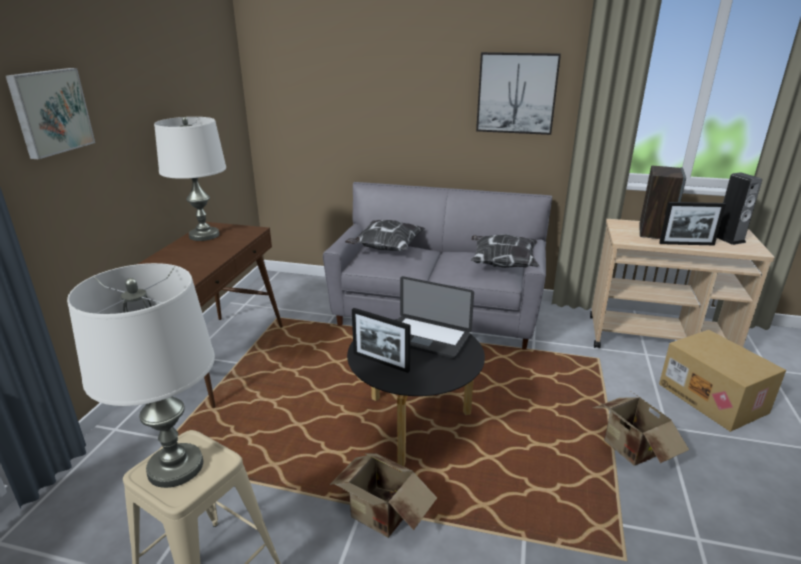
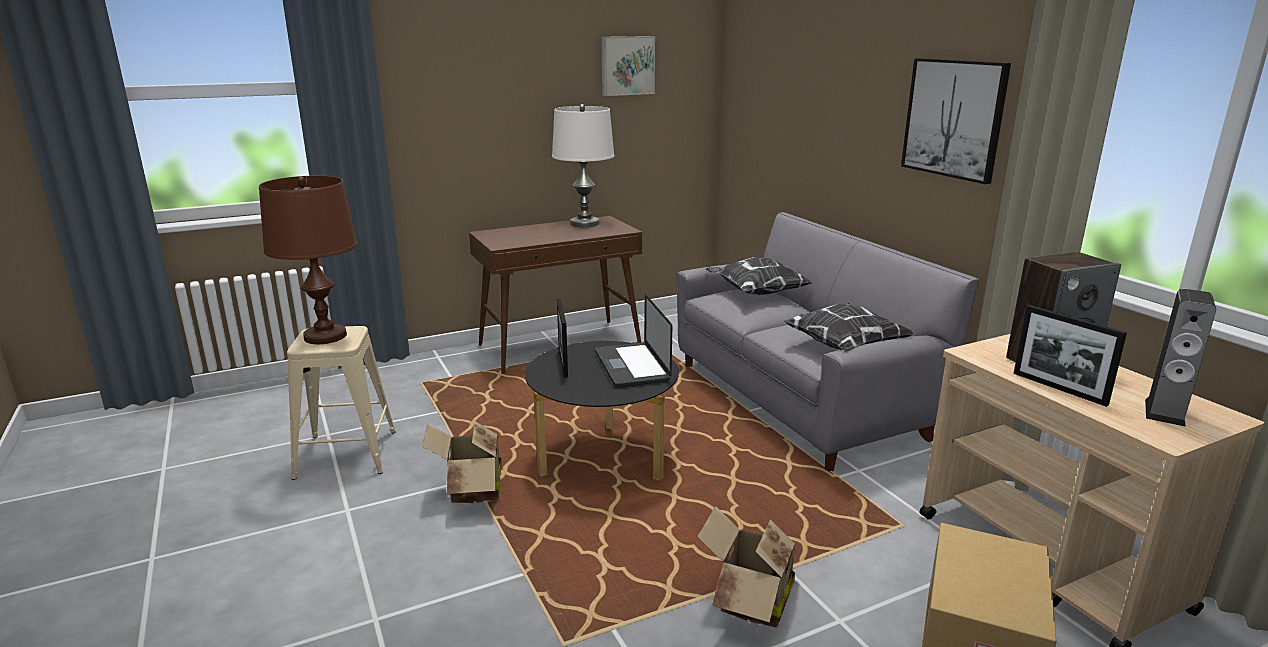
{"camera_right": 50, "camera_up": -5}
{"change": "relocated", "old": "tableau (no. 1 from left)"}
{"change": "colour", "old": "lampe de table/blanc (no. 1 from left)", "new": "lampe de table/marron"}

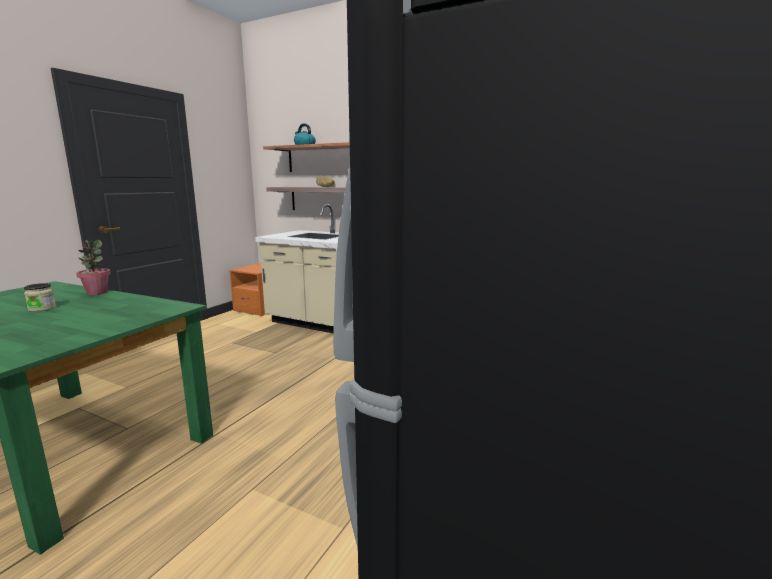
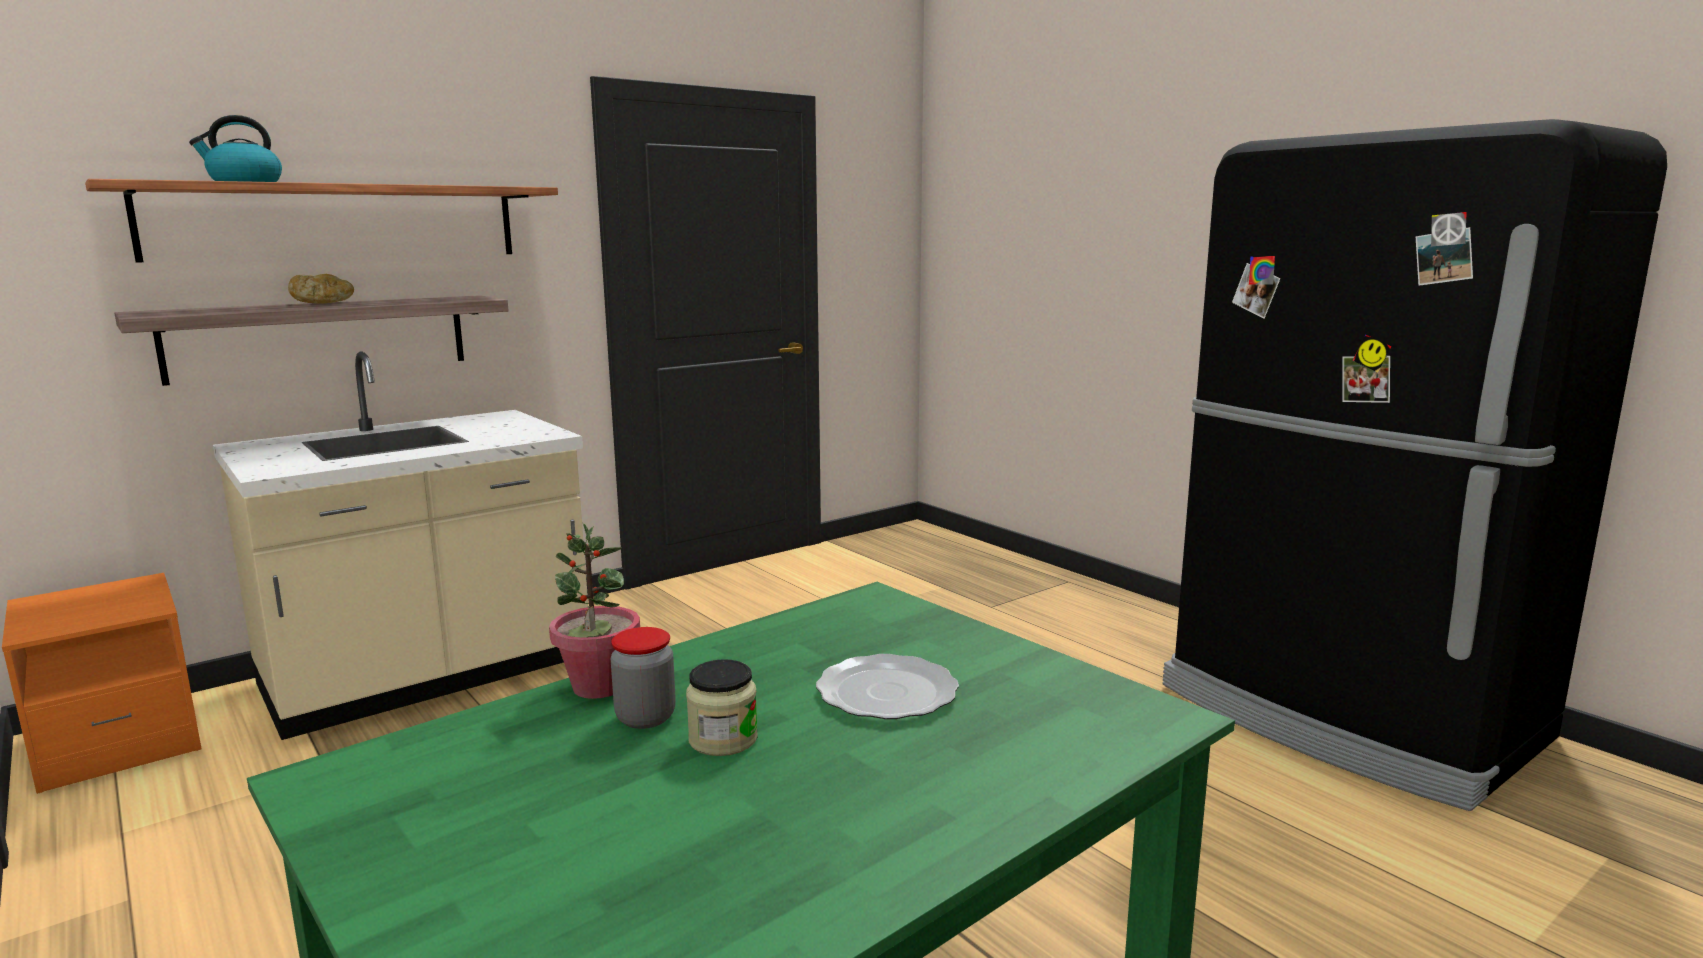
{"camera_right": -65, "camera_up": 0}
{"change": "appeared", "new": "bocal (no. 1 from left)"}
{"change": "appeared", "new": "assiette"}

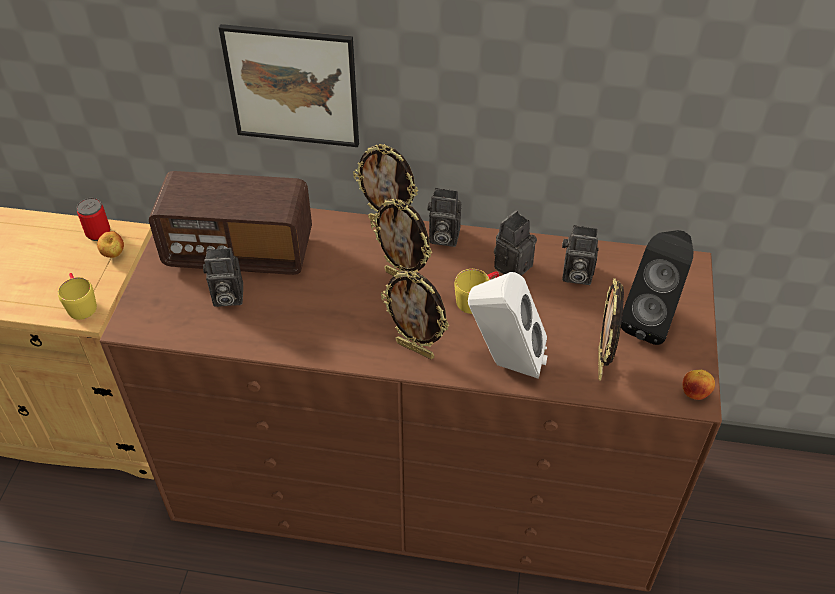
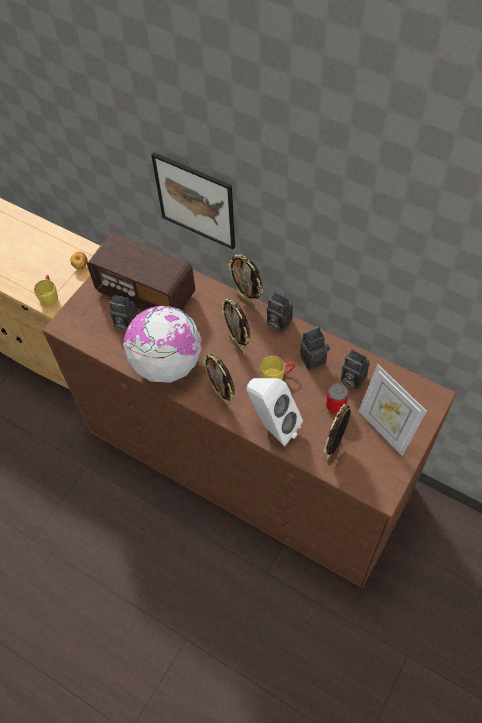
{"camera_right": 25, "camera_up": 10}
{"change": "relocated", "old": "boîte métallique"}
{"change": "exchanged", "old": "enceinte/noir", "new": "cadre photo (no. 5 from left)"}
{"change": "missing", "old": "pomme (no. 2 from left)"}
{"change": "appeared", "new": "globe"}

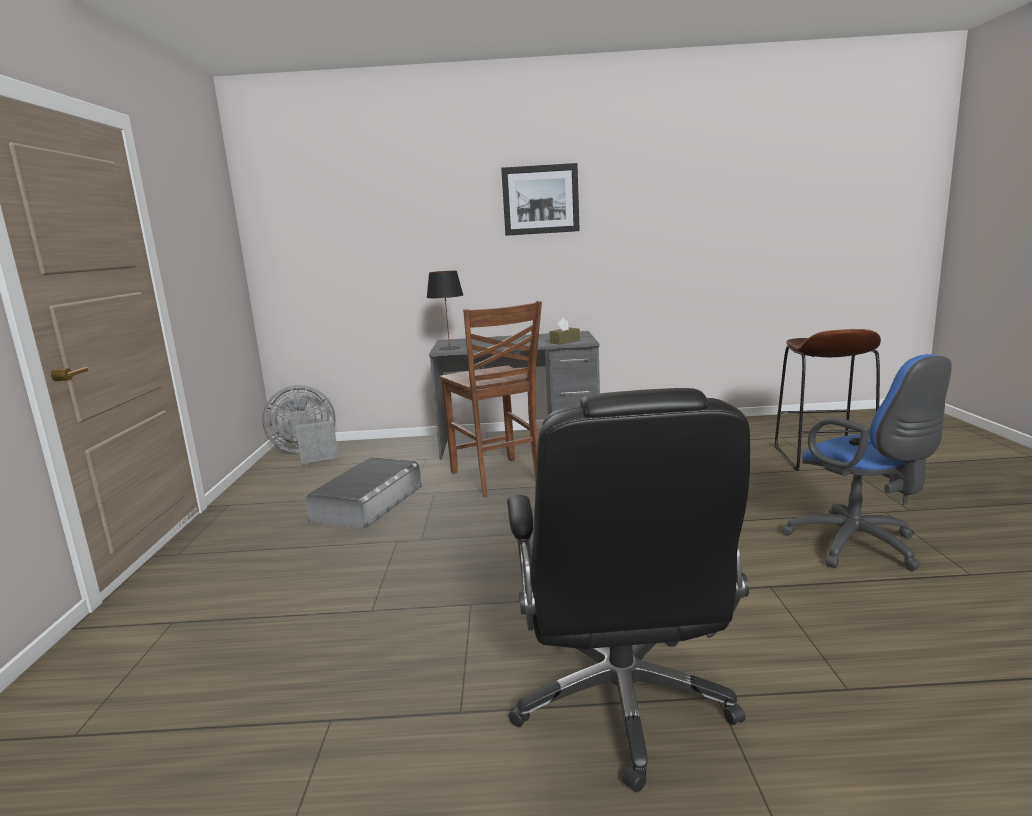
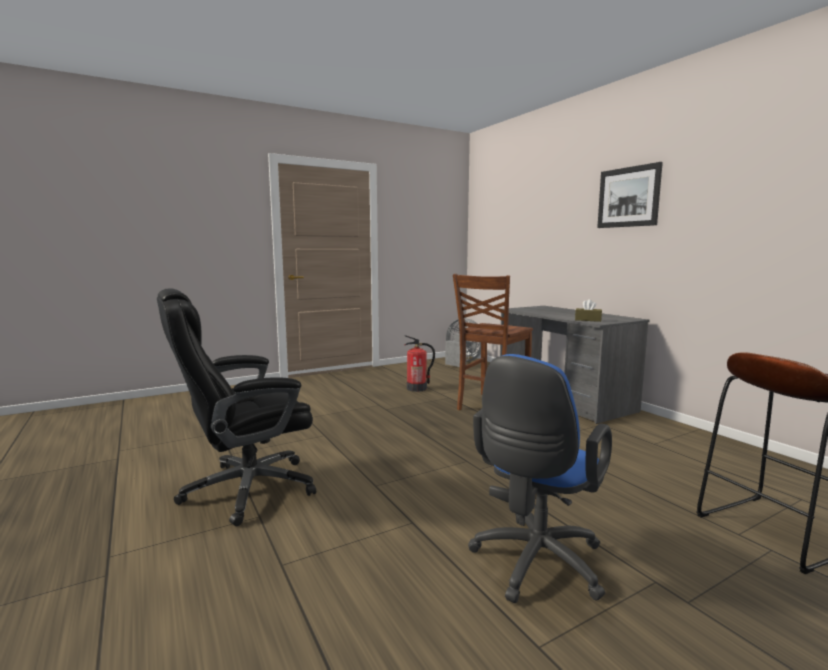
{"camera_right": 60, "camera_up": -5}
{"change": "missing", "old": "lampe de table/noir"}
{"change": "exchanged", "old": "boîte de rangement/gris", "new": "extincteur"}

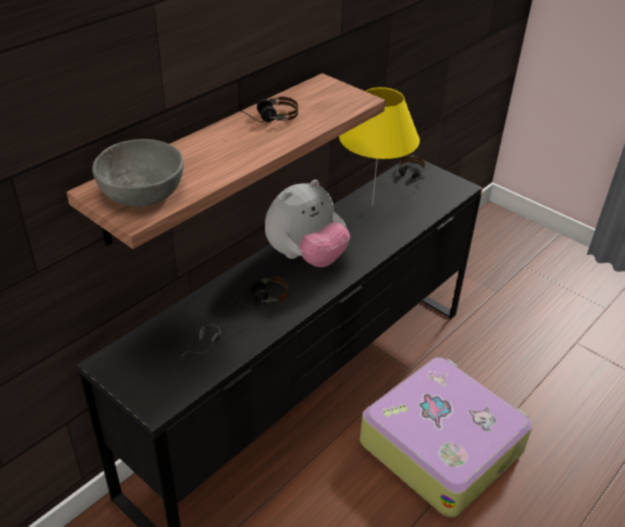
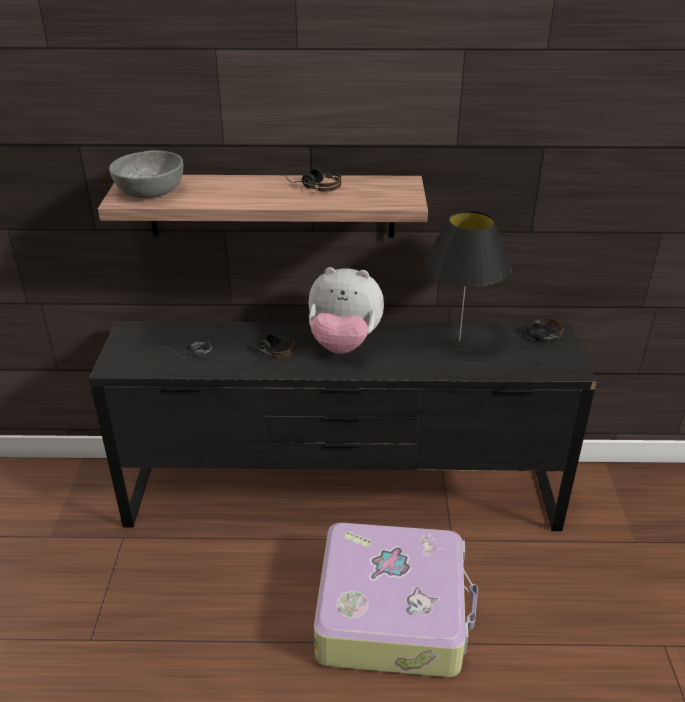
{"camera_right": 50, "camera_up": -5}
{"change": "colour", "old": "lampe de table/jaune", "new": "lampe de table/noir"}

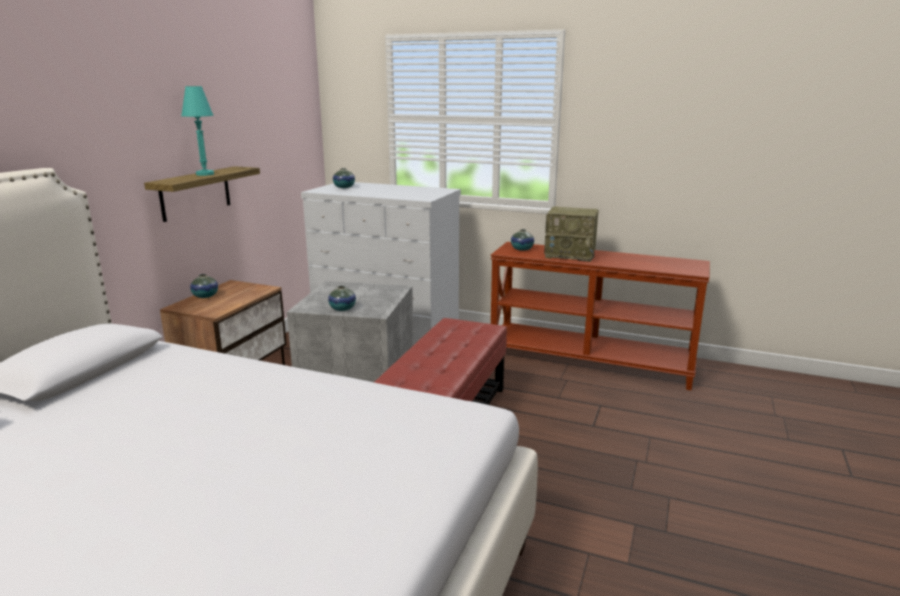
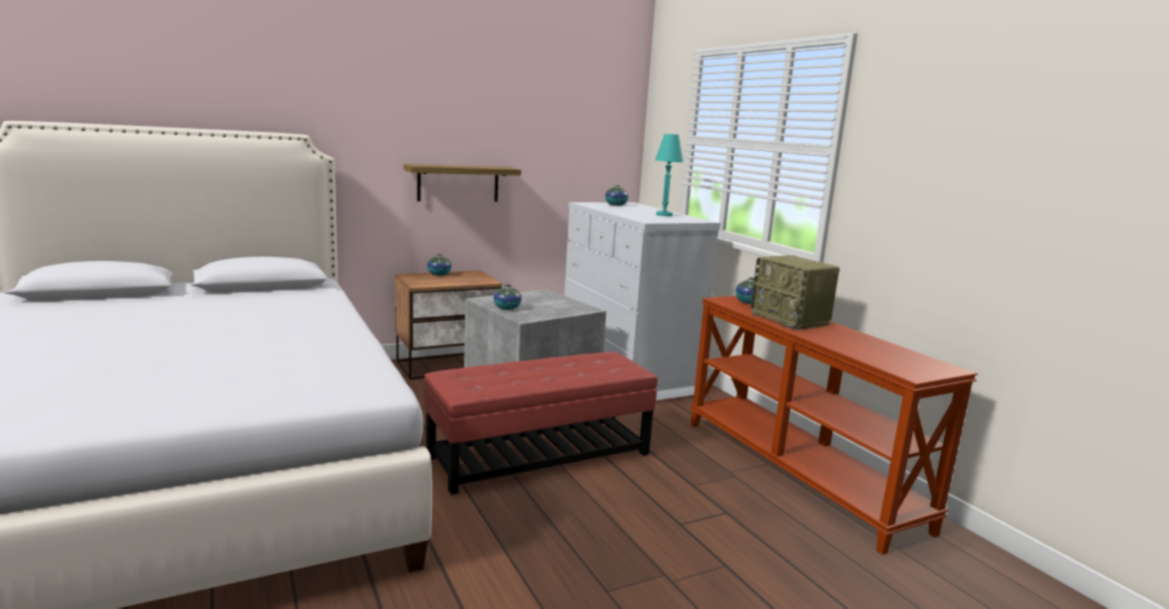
{"camera_right": 40, "camera_up": -5}
{"change": "relocated", "old": "lampe de table/turquoise"}

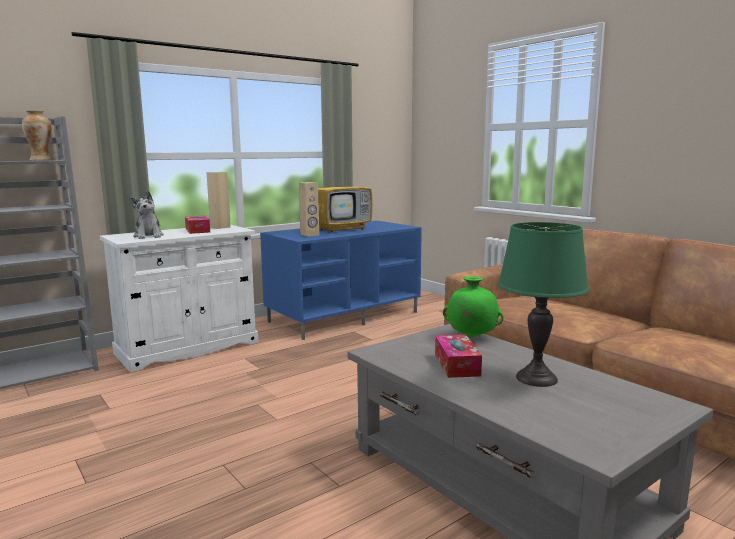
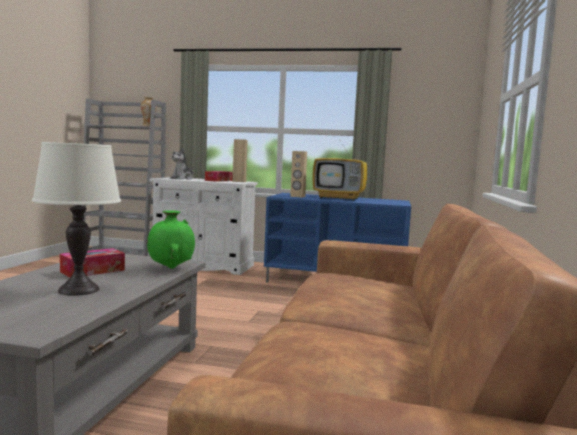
{"camera_right": 50, "camera_up": -5}
{"change": "colour", "old": "lampe de table/vert", "new": "lampe de table/blanc"}

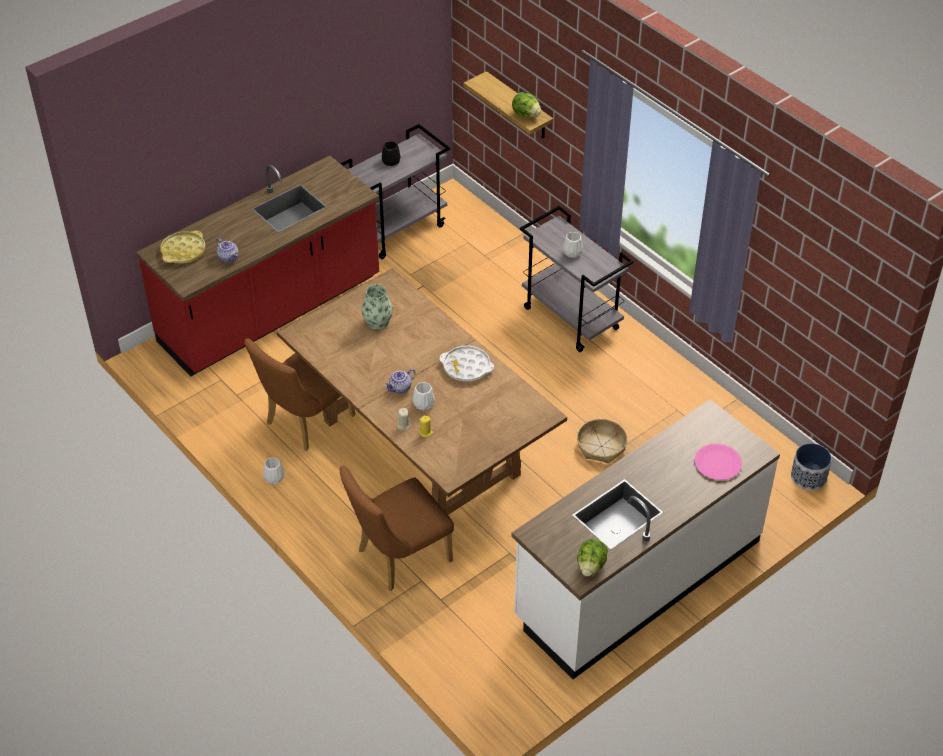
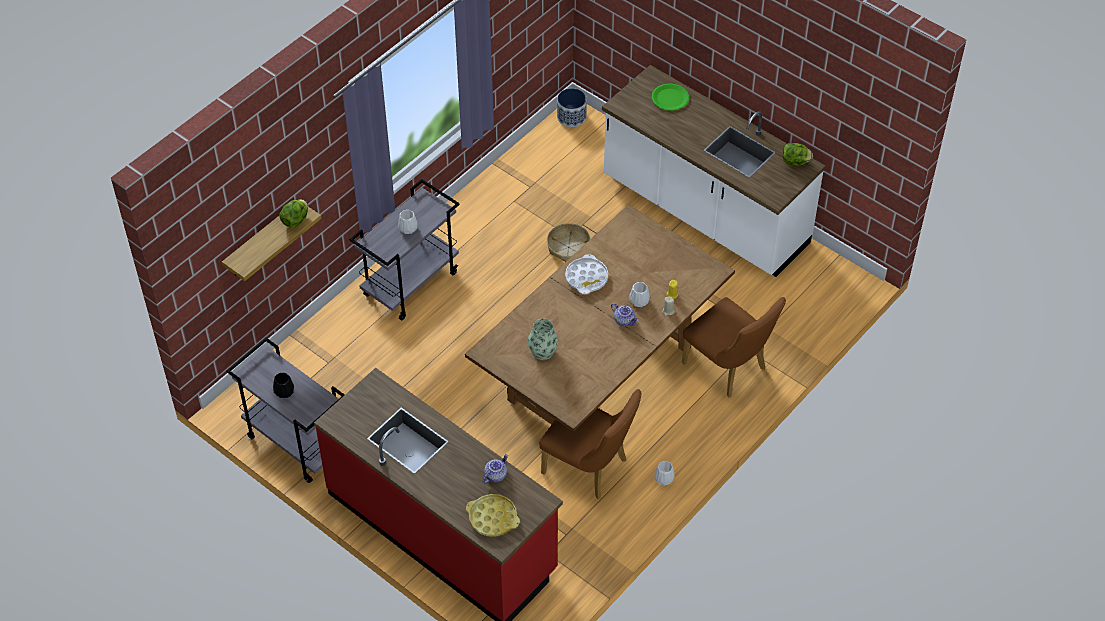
{"camera_right": -100, "camera_up": 5}
{"change": "colour", "old": "assiette/rose", "new": "assiette/vert"}

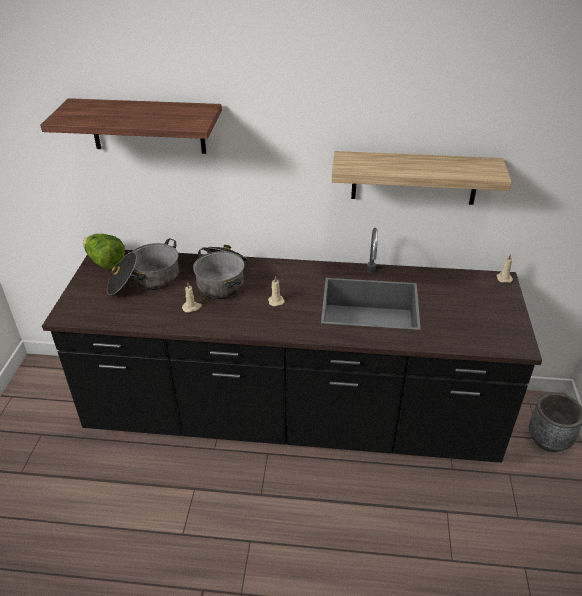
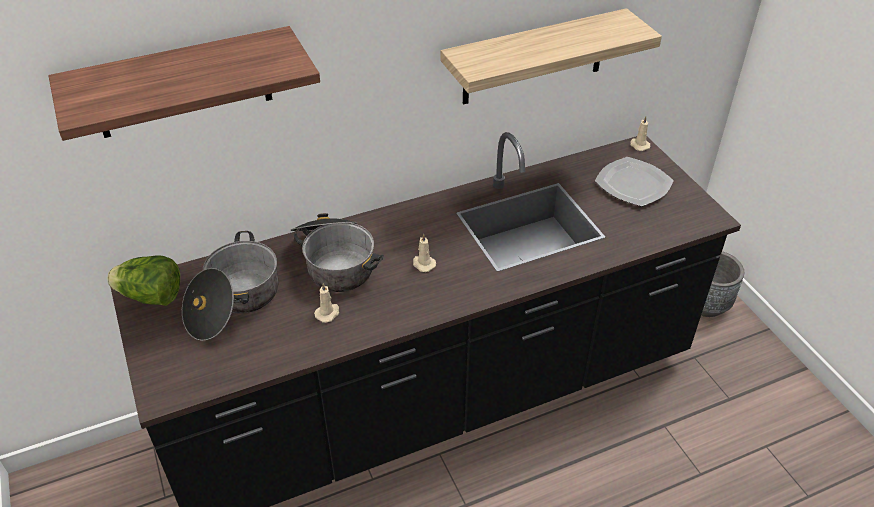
{"camera_right": -30, "camera_up": 5}
{"change": "appeared", "new": "assiette"}

